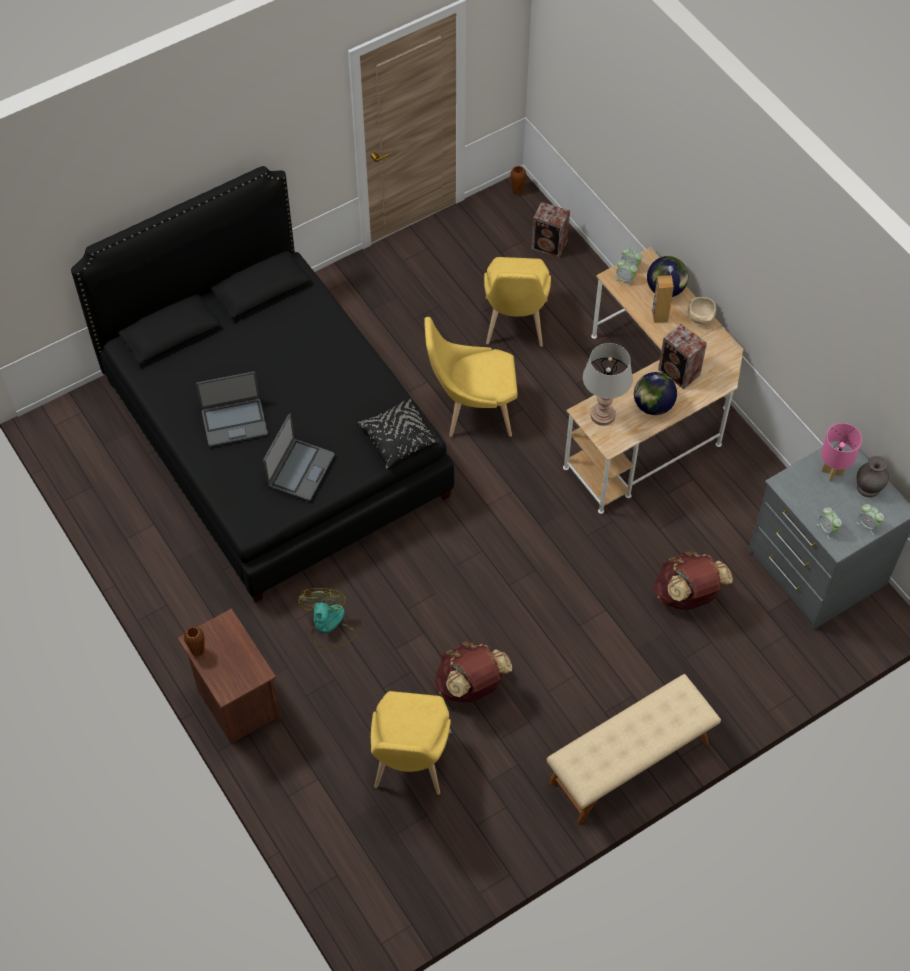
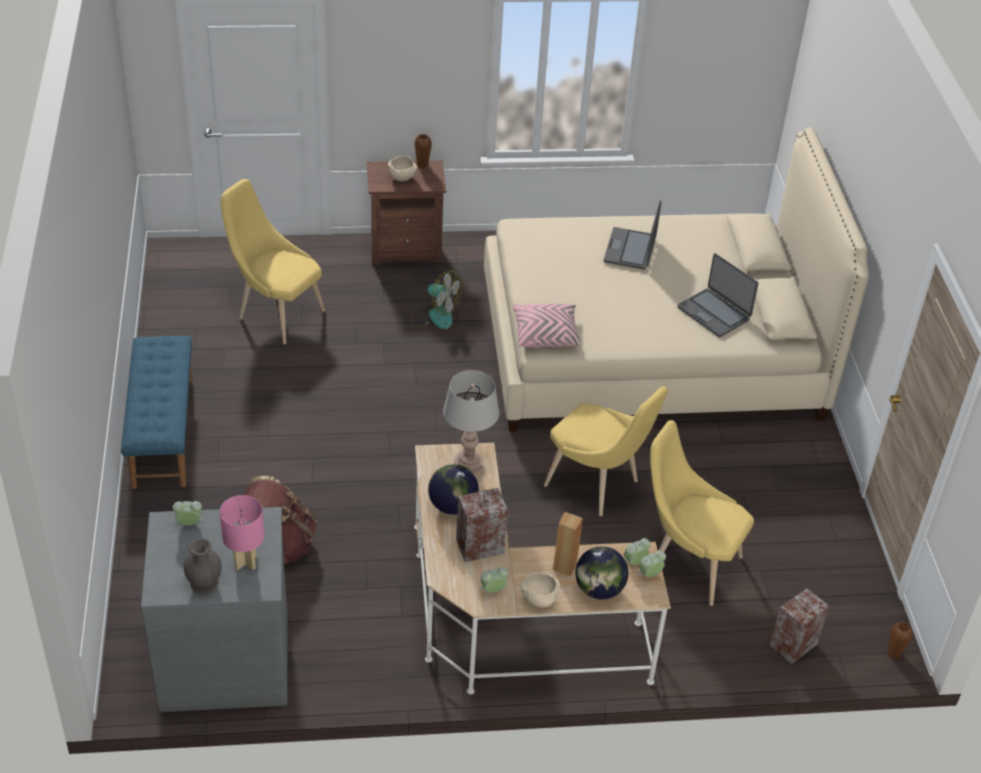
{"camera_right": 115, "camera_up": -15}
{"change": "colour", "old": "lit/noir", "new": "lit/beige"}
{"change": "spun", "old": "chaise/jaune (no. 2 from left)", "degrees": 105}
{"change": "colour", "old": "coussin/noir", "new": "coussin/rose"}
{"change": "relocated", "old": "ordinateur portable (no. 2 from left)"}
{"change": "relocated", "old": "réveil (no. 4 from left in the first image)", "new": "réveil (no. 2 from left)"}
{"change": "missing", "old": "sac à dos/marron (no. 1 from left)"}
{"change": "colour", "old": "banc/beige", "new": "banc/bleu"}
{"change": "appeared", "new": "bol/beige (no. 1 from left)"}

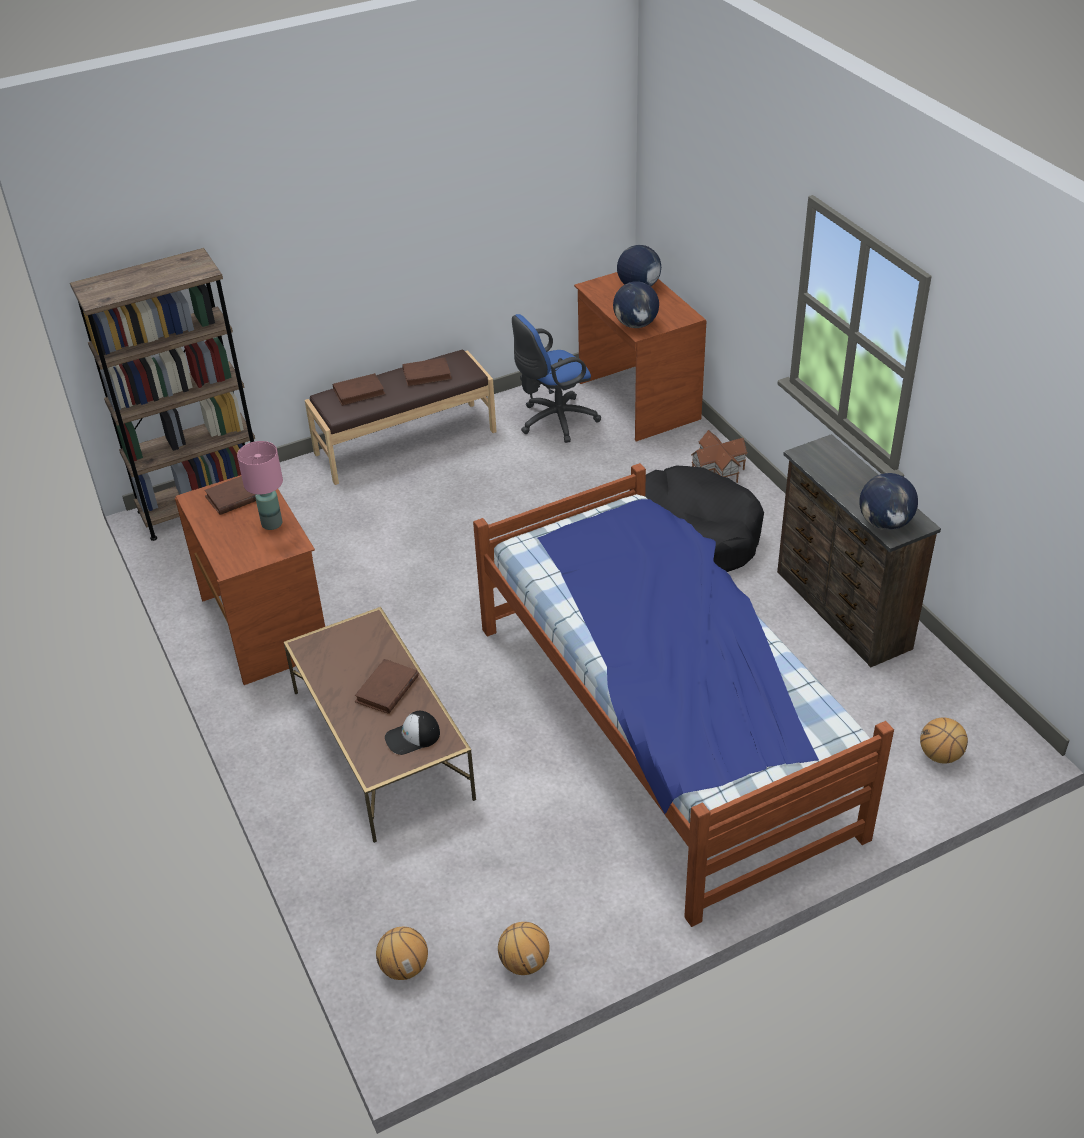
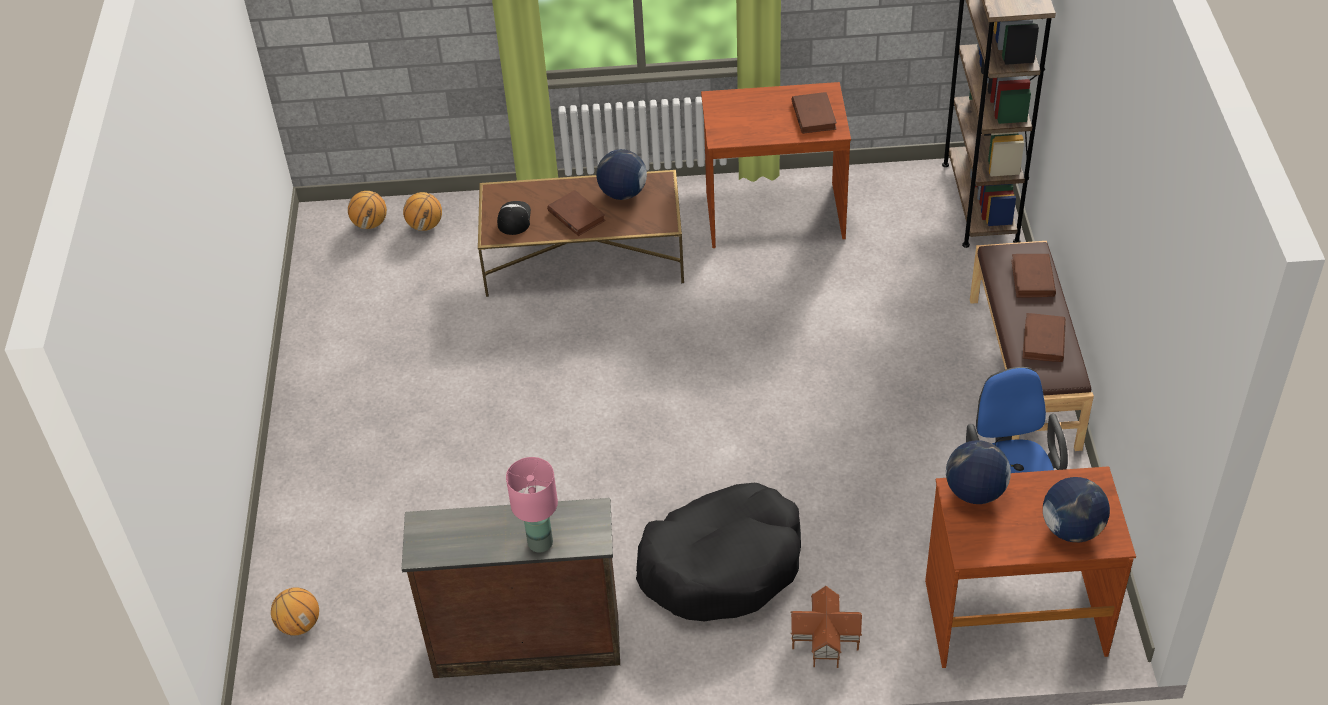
{"camera_right": 115, "camera_up": 5}
{"change": "relocated", "old": "lampe de table/rose"}
{"change": "missing", "old": "lit"}
{"change": "relocated", "old": "globe (no. 3 from left in the first image)", "new": "globe (no. 1 from left)"}
{"change": "relocated", "old": "ballon de basket (no. 2 from left in the first image)", "new": "ballon de basket (no. 3 from left)"}

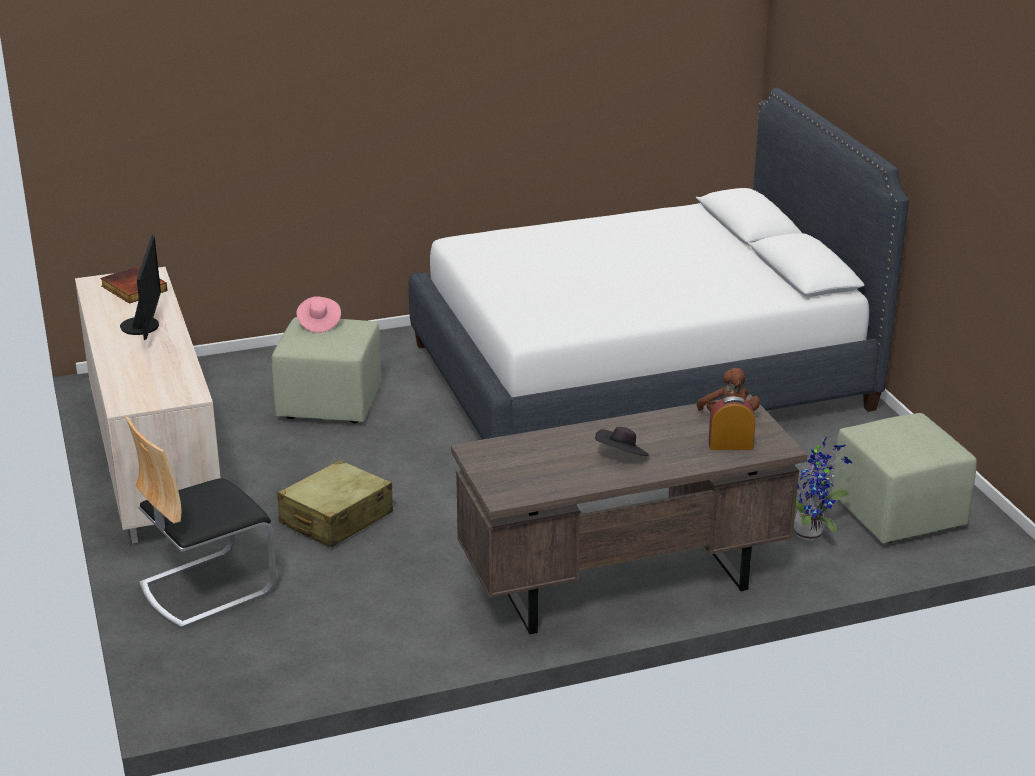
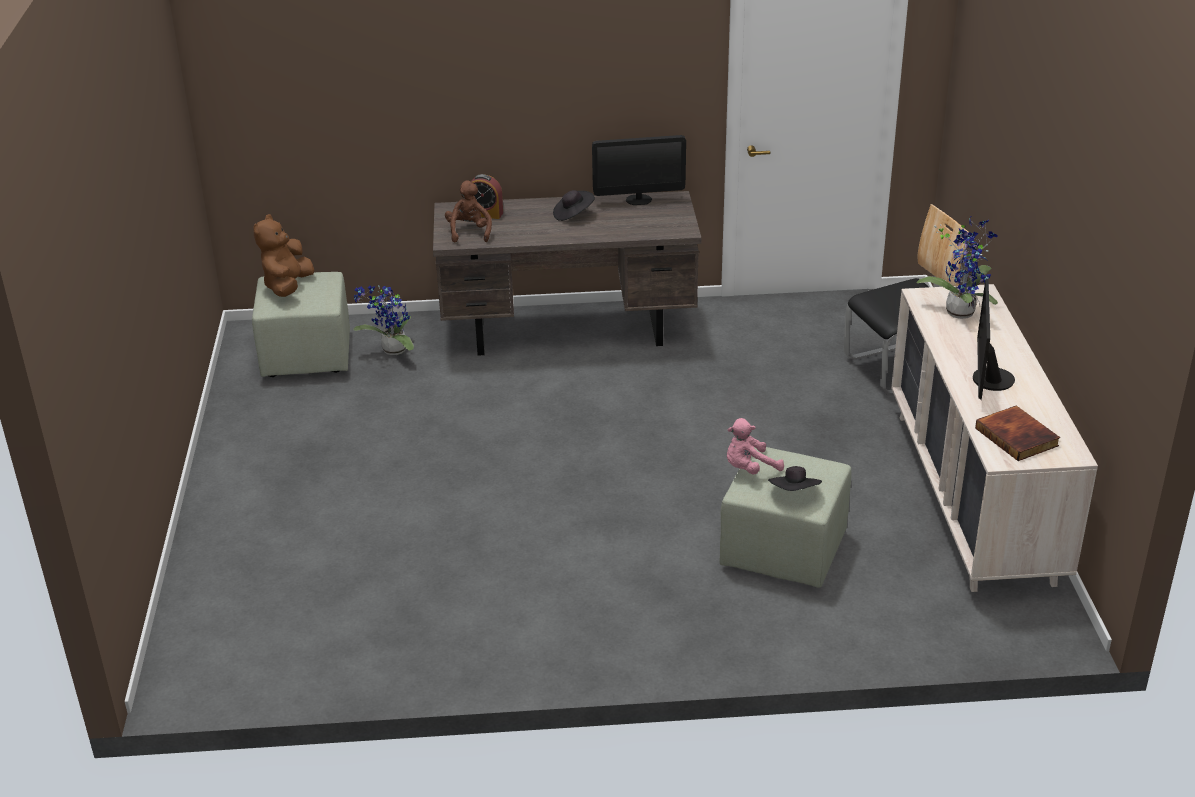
{"camera_right": -165, "camera_up": 5}
{"change": "missing", "old": "lit/blanc"}
{"change": "colour", "old": "chapeau/rose", "new": "chapeau/noir (no. 2 from left)"}
{"change": "missing", "old": "valise/beige"}
{"change": "appeared", "new": "écran d'ordinateur (no. 1 from left)"}
{"change": "appeared", "new": "peluche/marron (no. 1 from left)"}
{"change": "appeared", "new": "plante en pot (no. 2 from left)"}
{"change": "appeared", "new": "peluche/rose"}

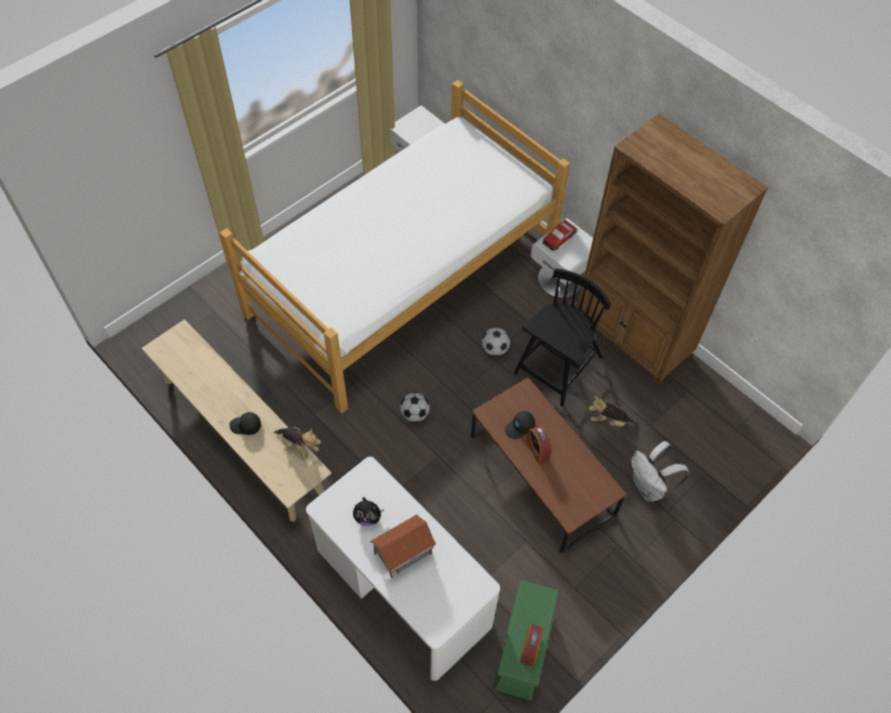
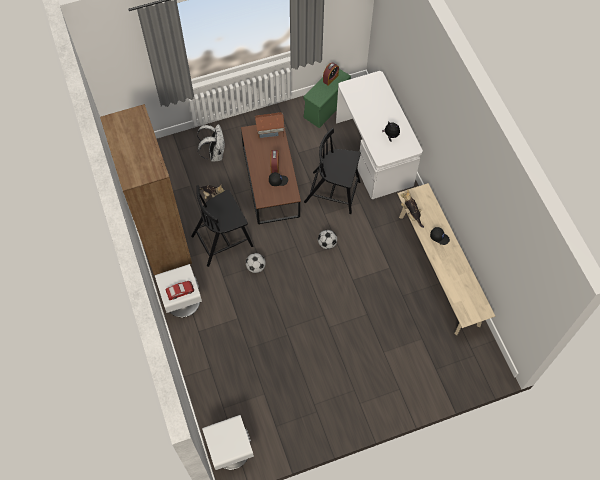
{"camera_right": -155, "camera_up": 5}
{"change": "missing", "old": "lit"}
{"change": "relocated", "old": "maison miniature"}
{"change": "appeared", "new": "chaise/noir (no. 2 from left)"}

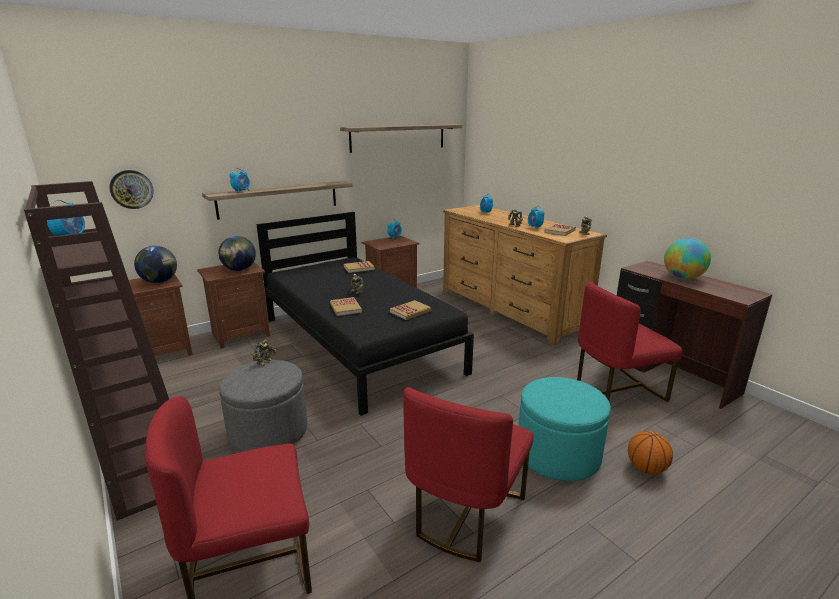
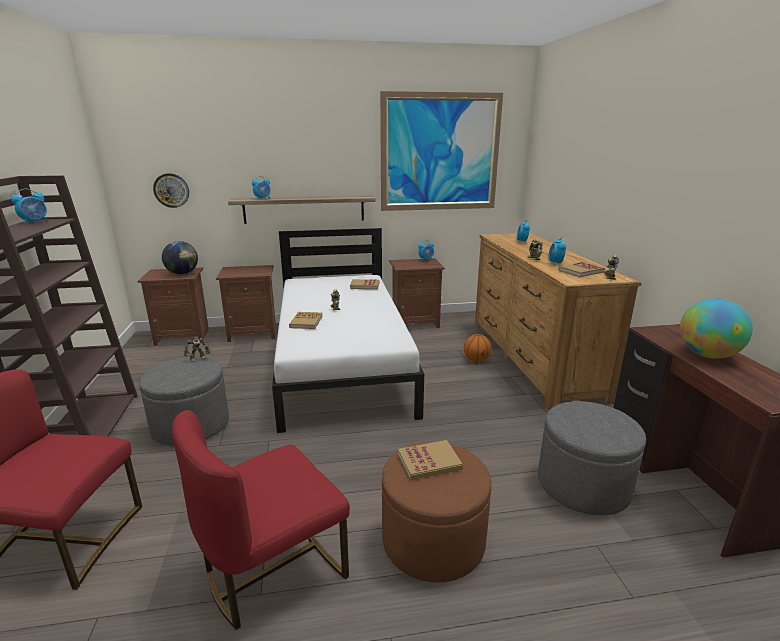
{"camera_right": 25, "camera_up": 0}
{"change": "exchanged", "old": "étagère (no. 2 from left)", "new": "tableau"}
{"change": "colour", "old": "lit/noir", "new": "lit/blanc"}
{"change": "missing", "old": "globe (no. 2 from left)"}
{"change": "exchanged", "old": "chaise/rouge (no. 3 from left)", "new": "pouf/gris (no. 2 from left)"}
{"change": "relocated", "old": "livre (no. 3 from left)"}
{"change": "colour", "old": "pouf/turquoise", "new": "pouf/marron"}
{"change": "relocated", "old": "ballon de basket"}

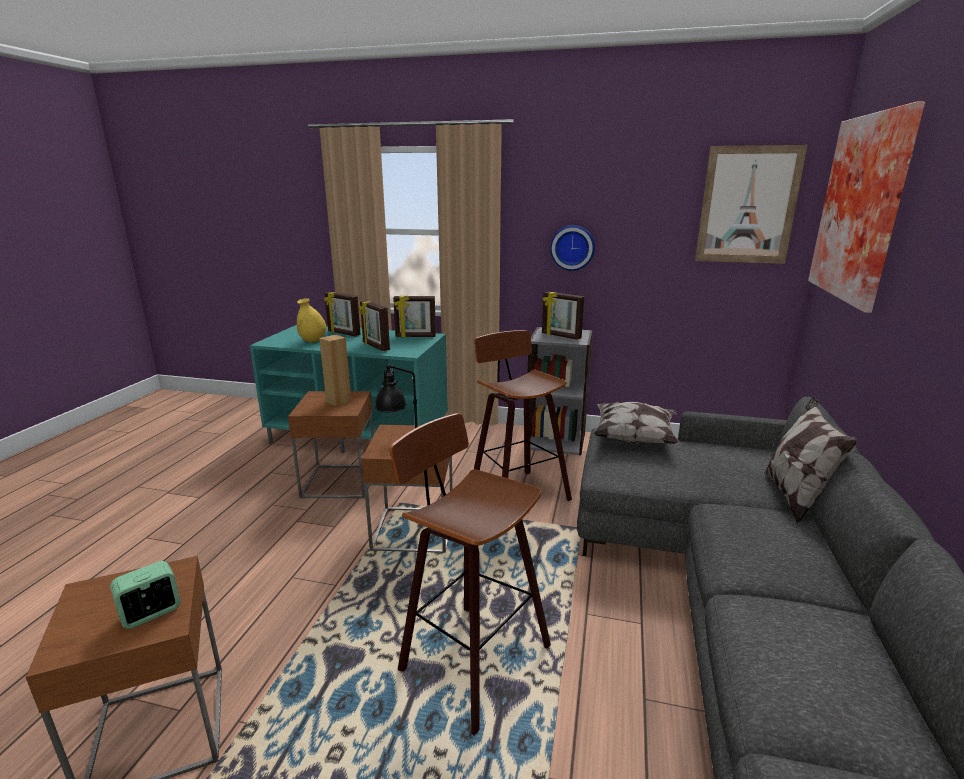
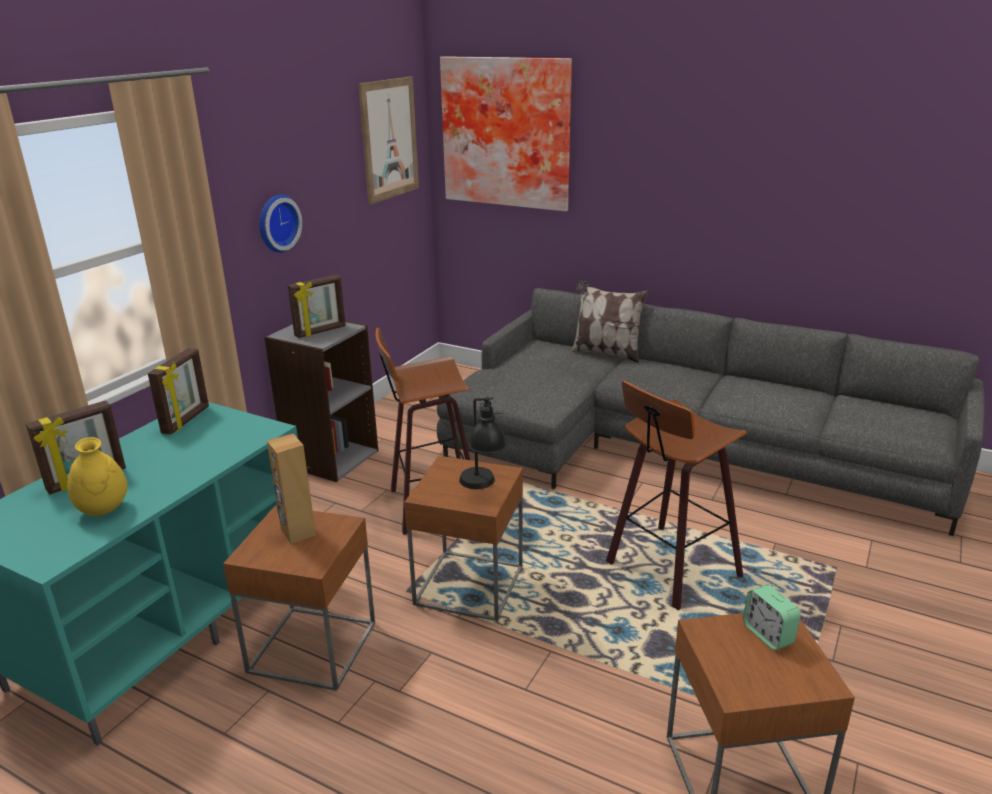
{"camera_right": -75, "camera_up": 5}
{"change": "missing", "old": "cadre photo (no. 2 from left)"}
{"change": "missing", "old": "coussin (no. 1 from left)"}

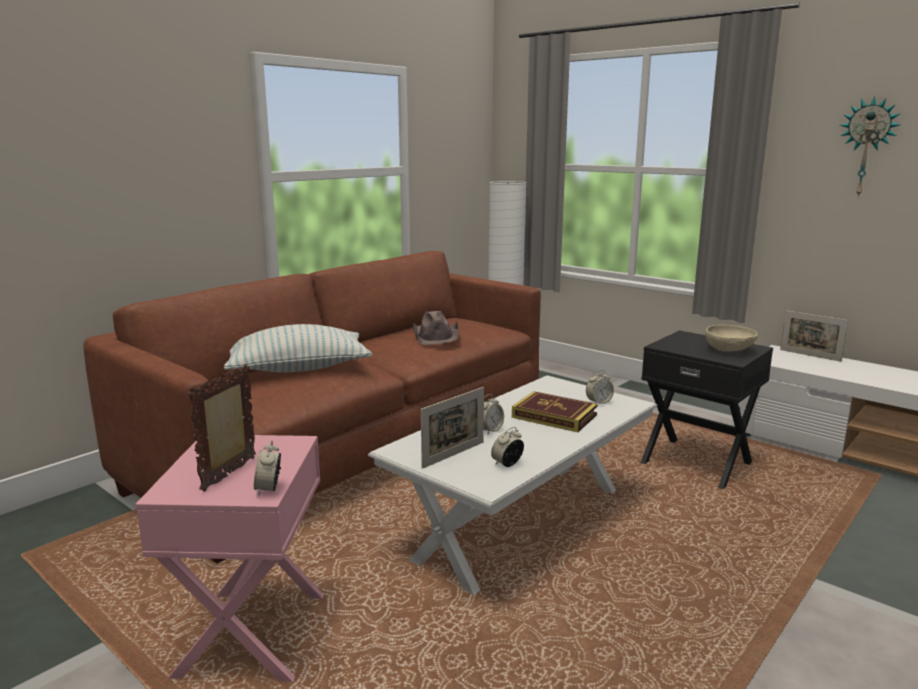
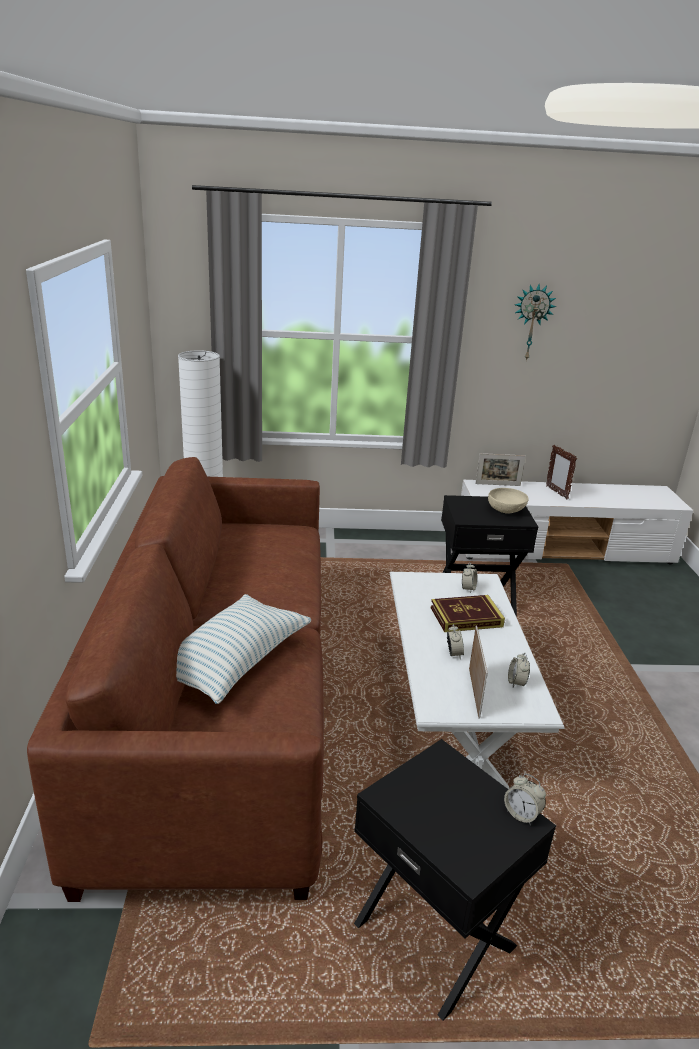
{"camera_right": -45, "camera_up": 10}
{"change": "missing", "old": "chapeau/marron"}
{"change": "relocated", "old": "cadre photo (no. 1 from left in the first image)", "new": "cadre photo (no. 3 from left)"}
{"change": "colour", "old": "table d'appoint/rose", "new": "table d'appoint/noir (no. 1 from left)"}

